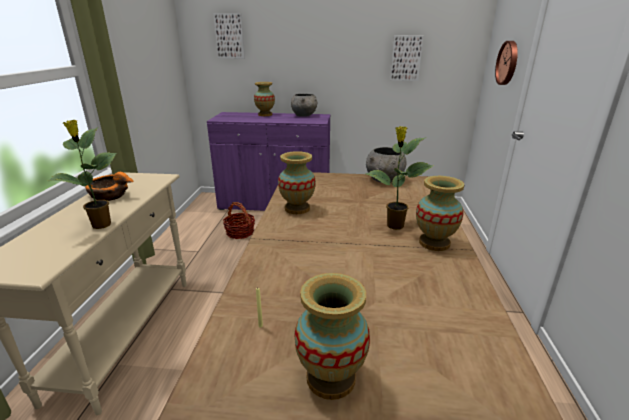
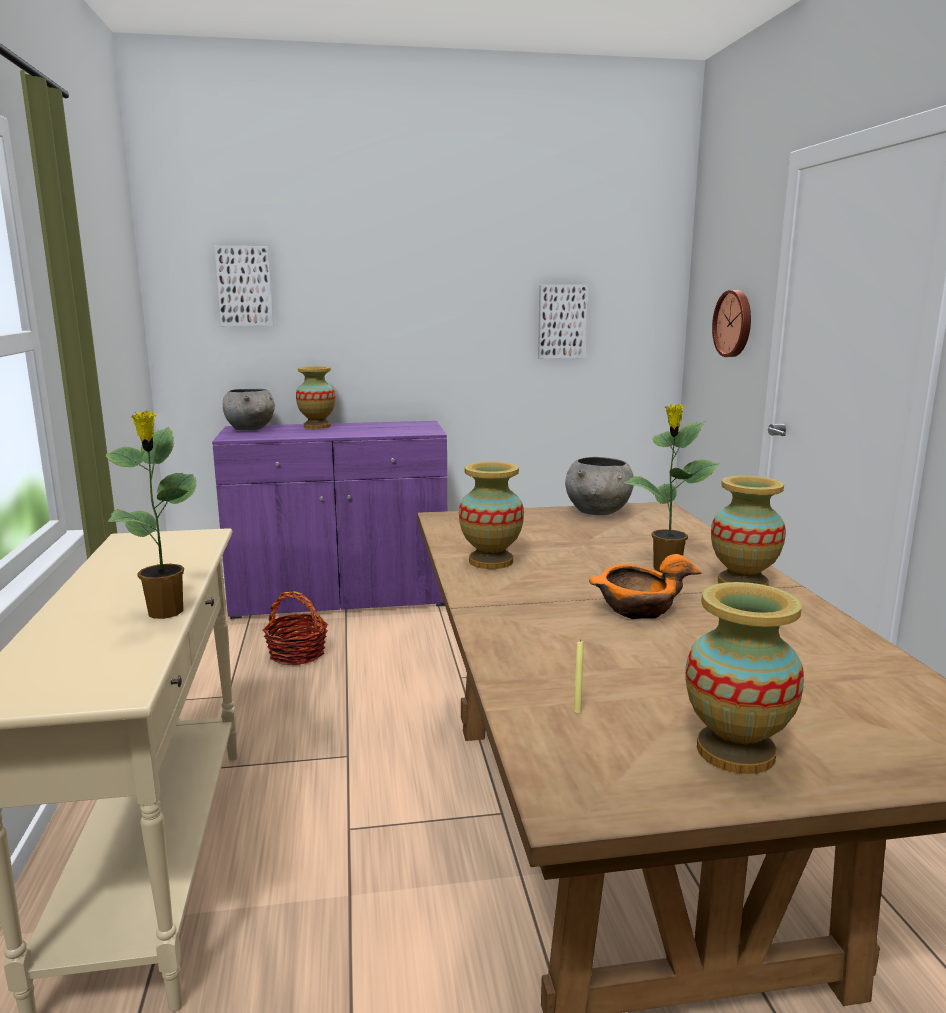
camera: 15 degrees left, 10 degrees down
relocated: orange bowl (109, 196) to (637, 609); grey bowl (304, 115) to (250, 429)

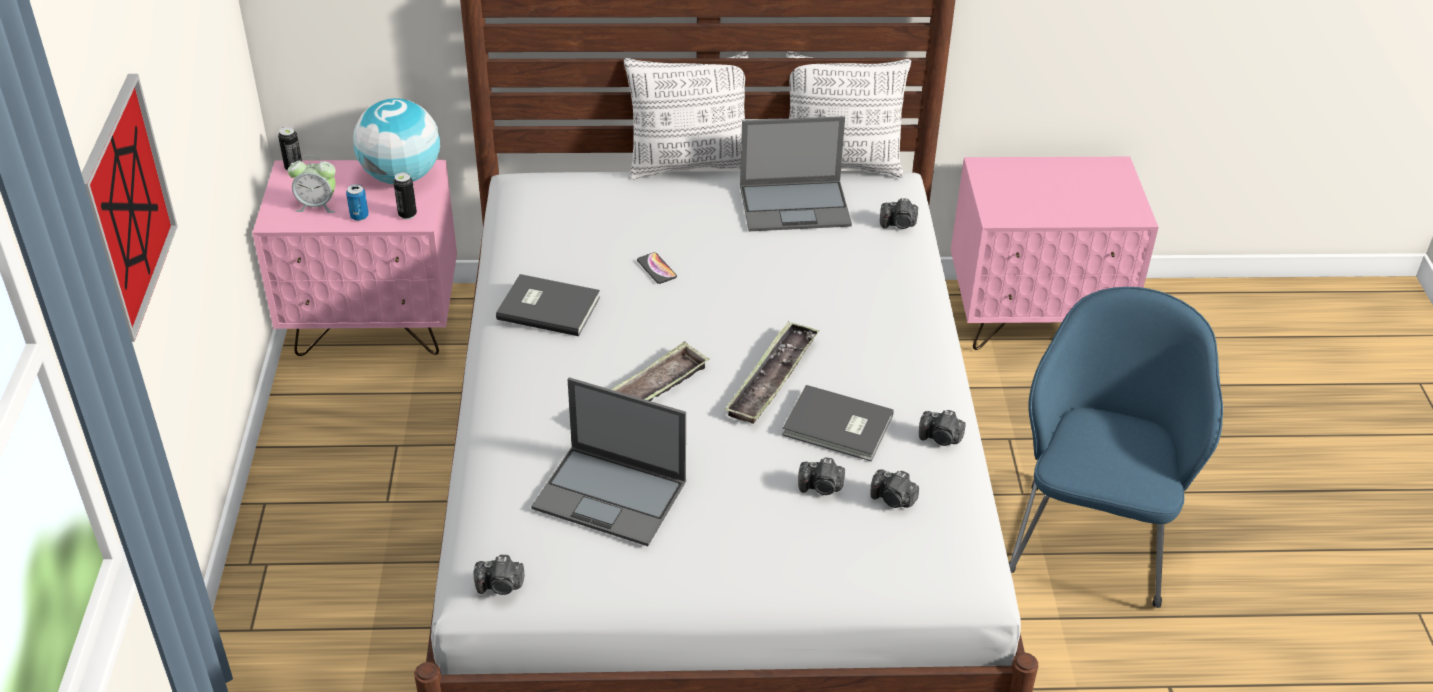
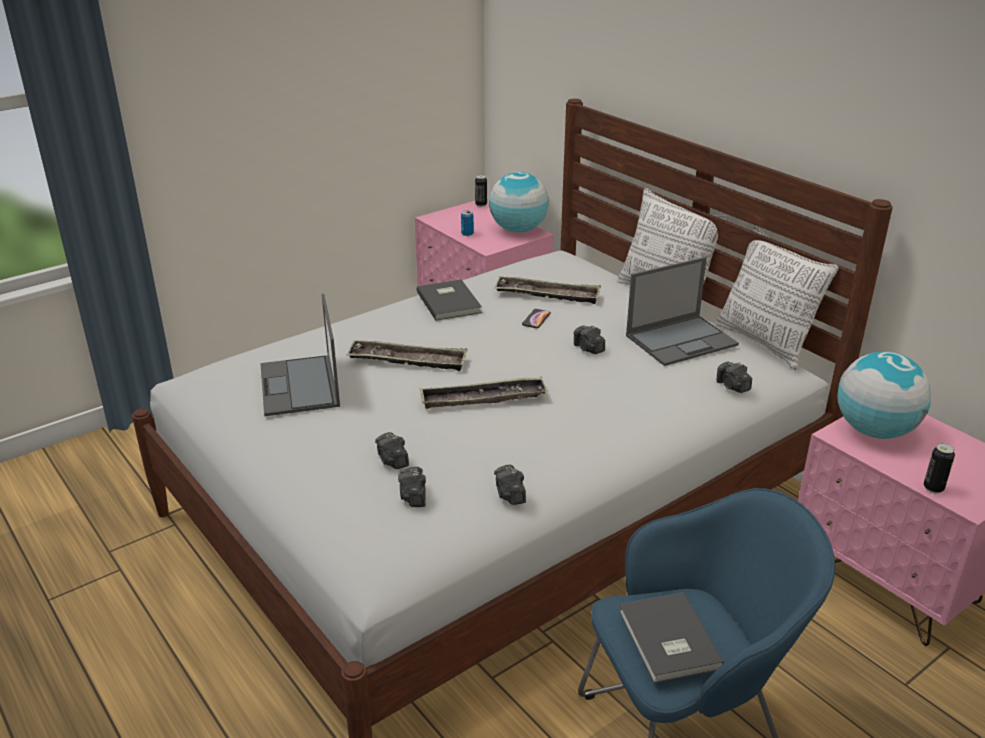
camera: 55 degrees right, 10 degrees down
missing: picture (126, 206); alarm clock (317, 205)
appeared: tray (547, 295); globe (874, 431)
relocated: can (407, 214) to (933, 488); photo camera (500, 586) to (588, 348); grey book (838, 428) to (667, 640)
spun: laptop (796, 205) = (682, 340) 75 degrees counterclockwise

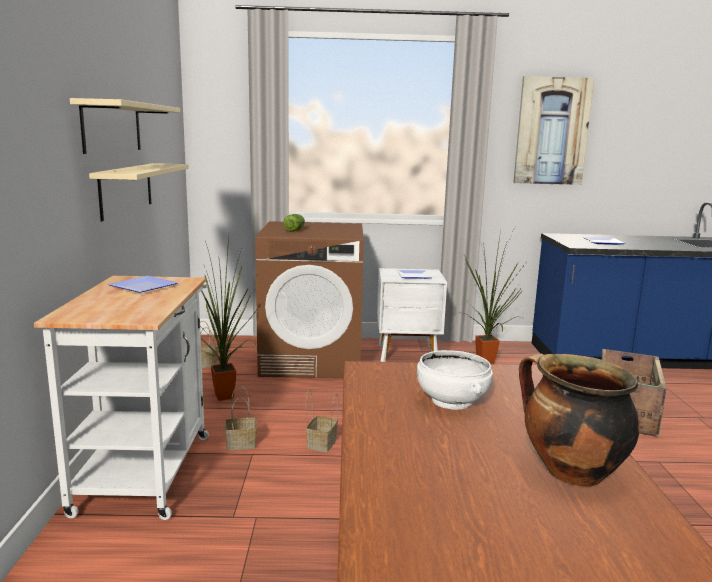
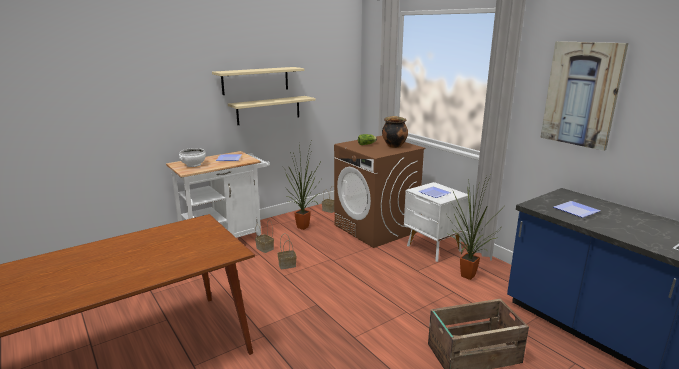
camera: 55 degrees right, 5 degrees up
relocated: white bowl (451, 401) to (193, 165); cooking pot (569, 472) to (394, 146)

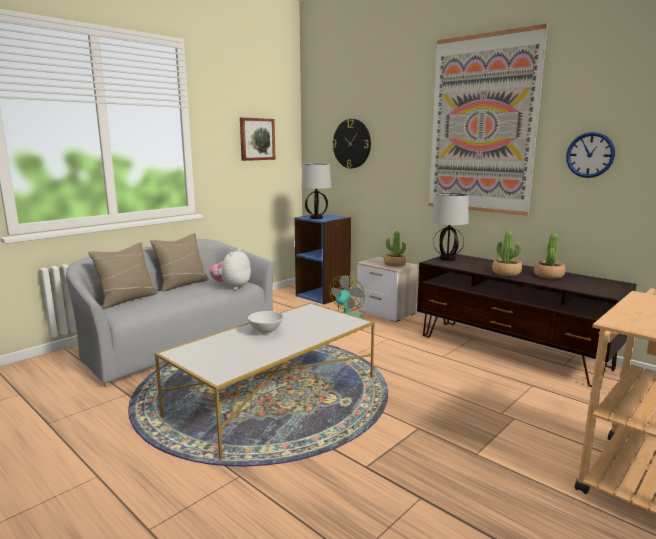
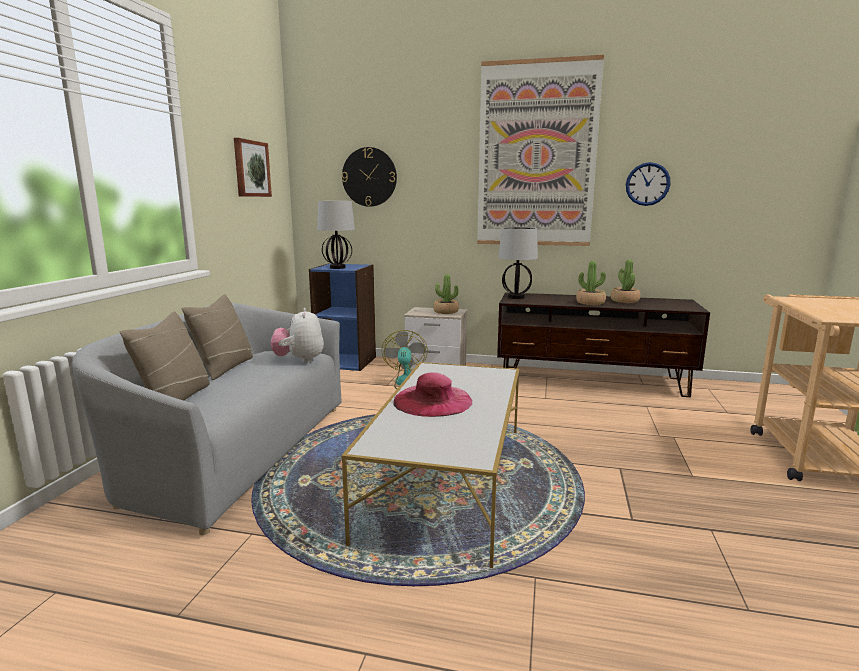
camera: 30 degrees left, 0 degrees up
exchanged: white bowl (265, 332) to pink hat (432, 400)

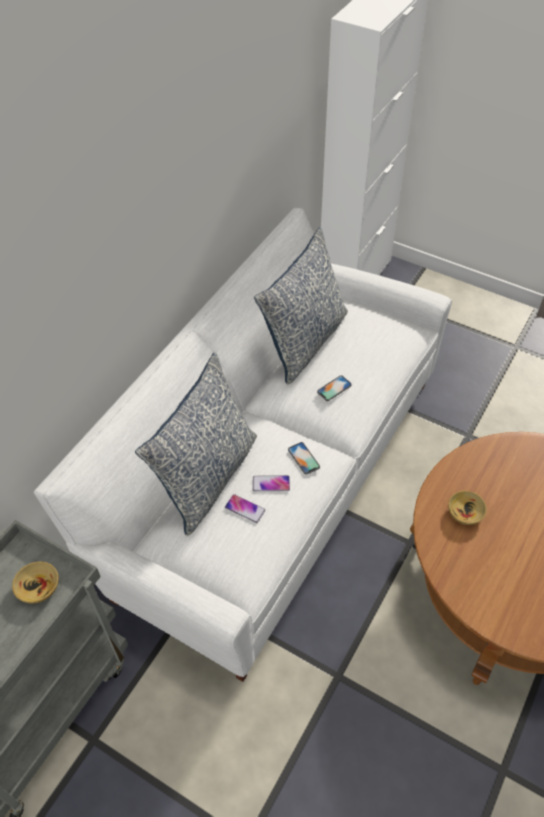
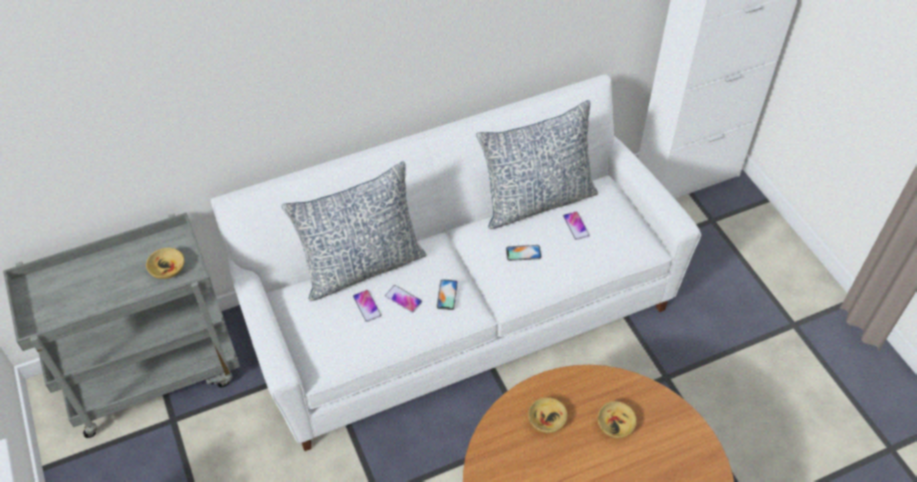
camera: 35 degrees right, 0 degrees up
appeared: phone (576, 226); beige bowl (616, 424)

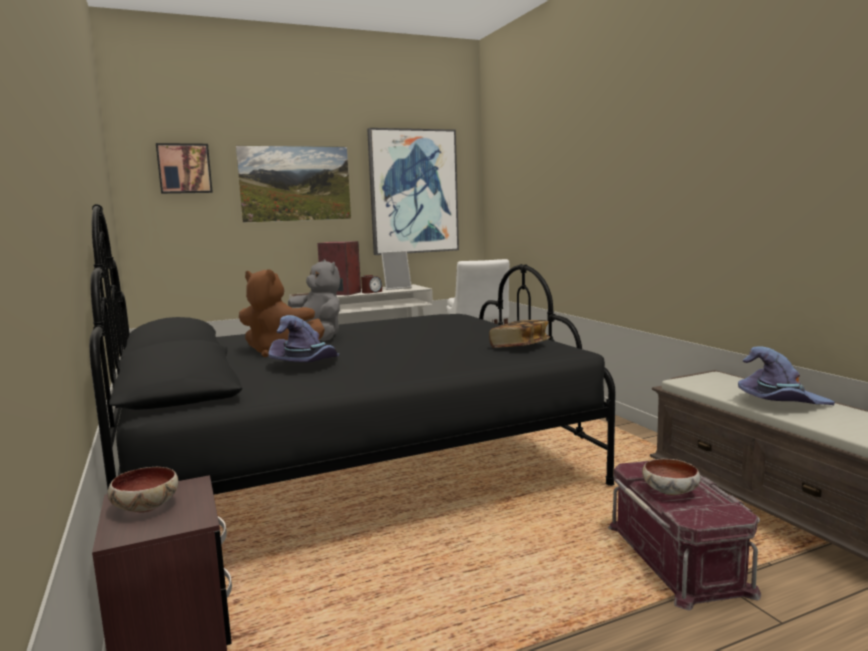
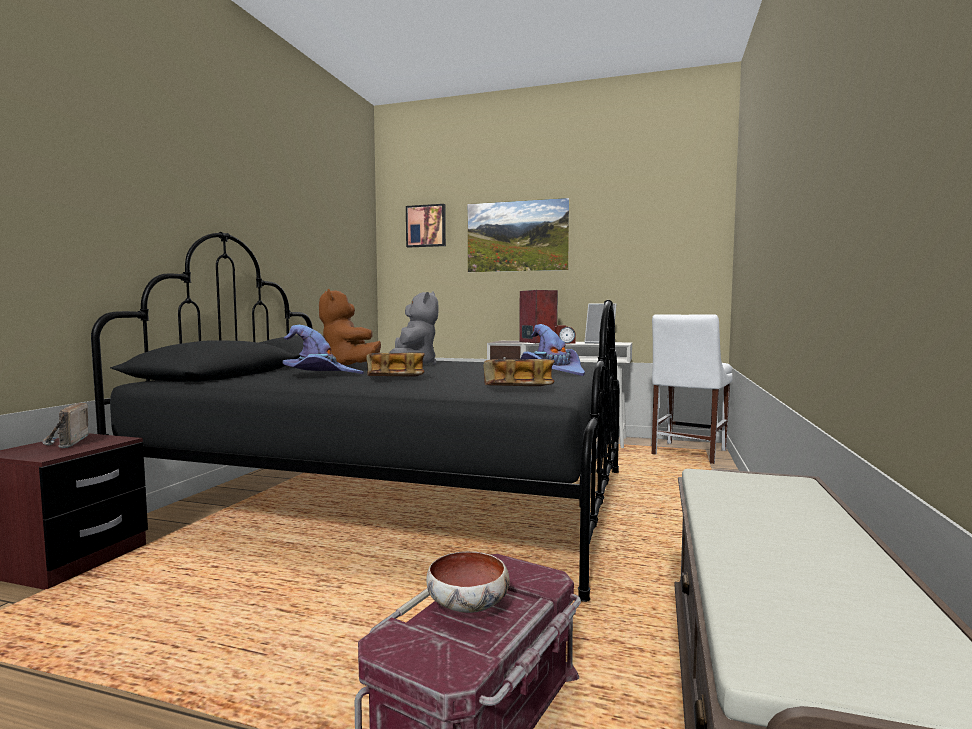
camera: 40 degrees right, 5 degrees down
missing: picture (413, 192)
appeared: book (395, 378)
relocated: purple hat (780, 403) to (553, 372)
exchanged: bowl (145, 507) to radio (64, 443)

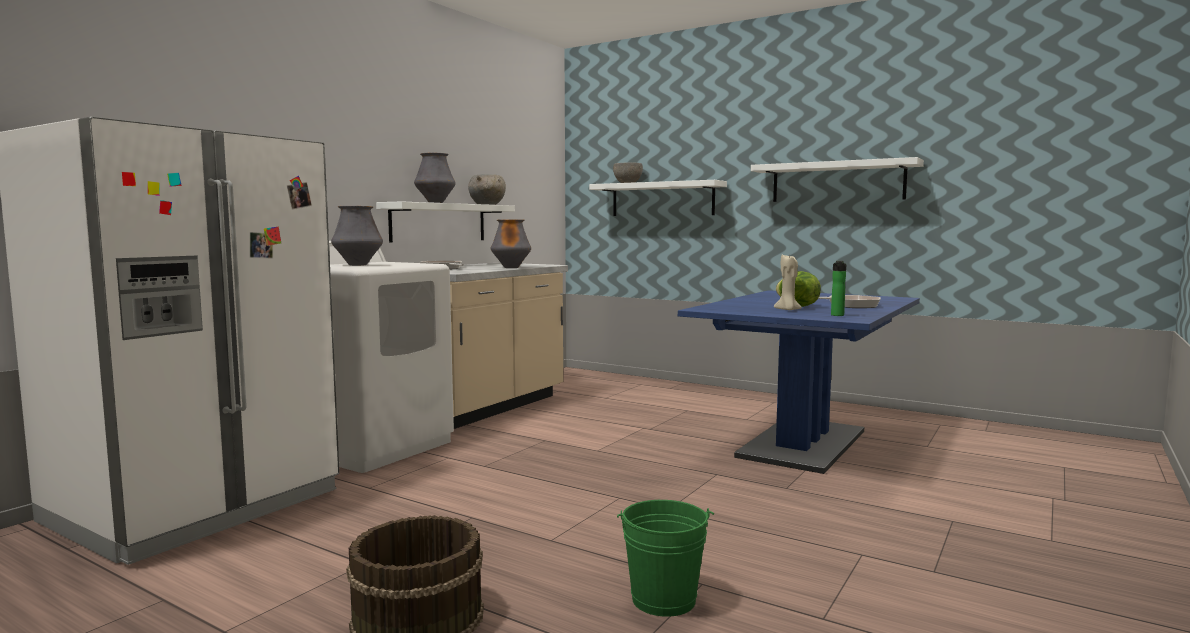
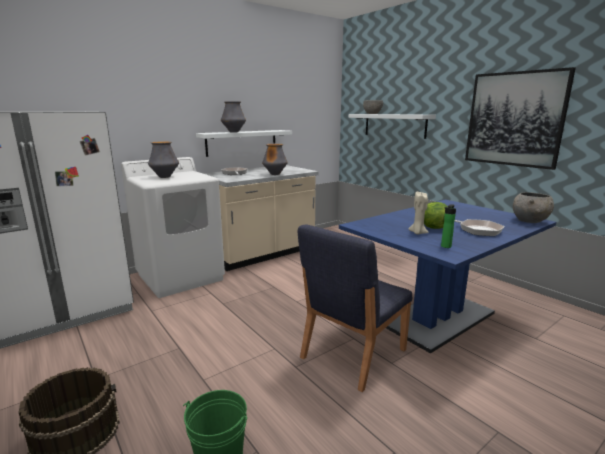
camera: 20 degrees right, 10 degrees up
appeared: blue chair (352, 354)
relocated: grey bowl (487, 204) to (530, 221)
exchanged: white shelf (837, 182) to picture (514, 119)

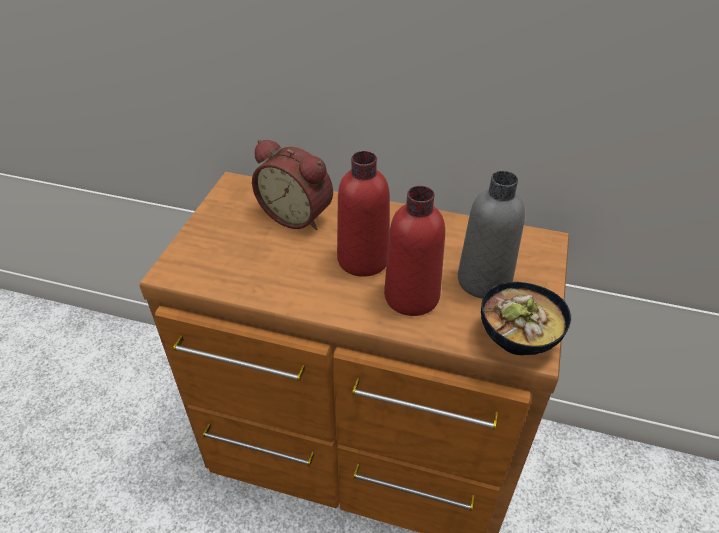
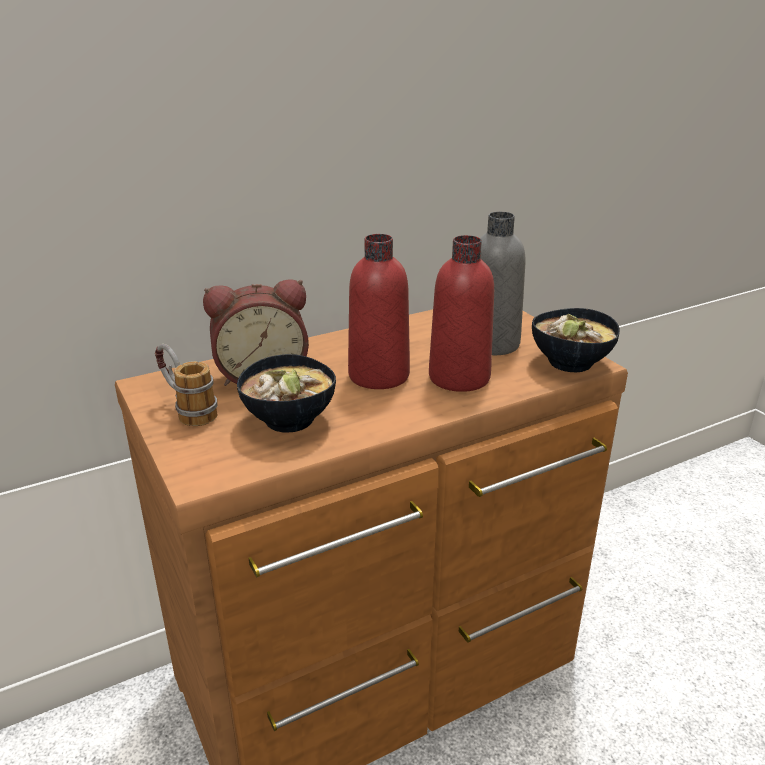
camera: 45 degrees left, 15 degrees down
appeared: mug (187, 410); bowl (288, 421)

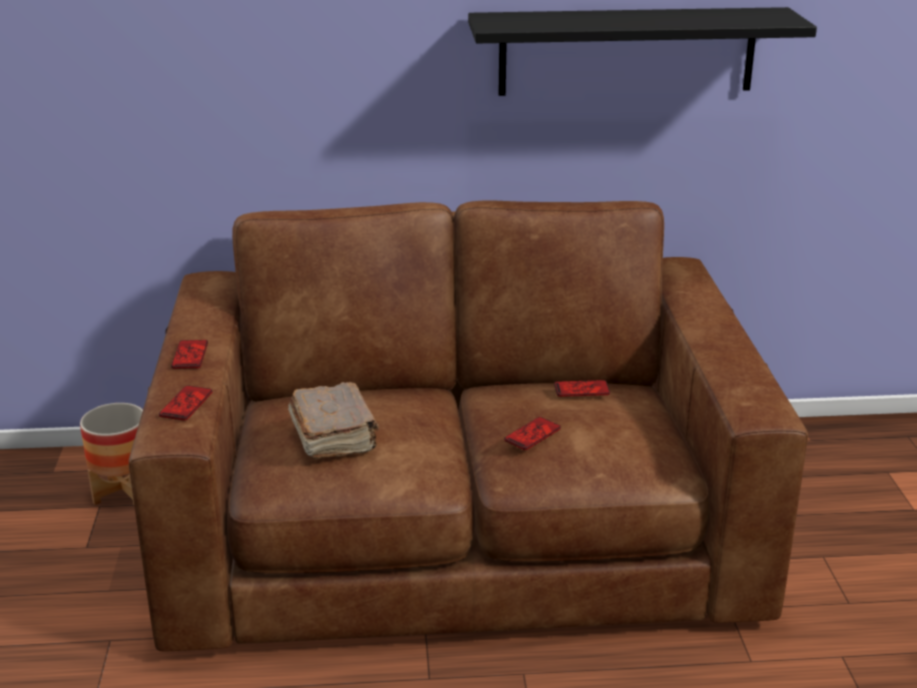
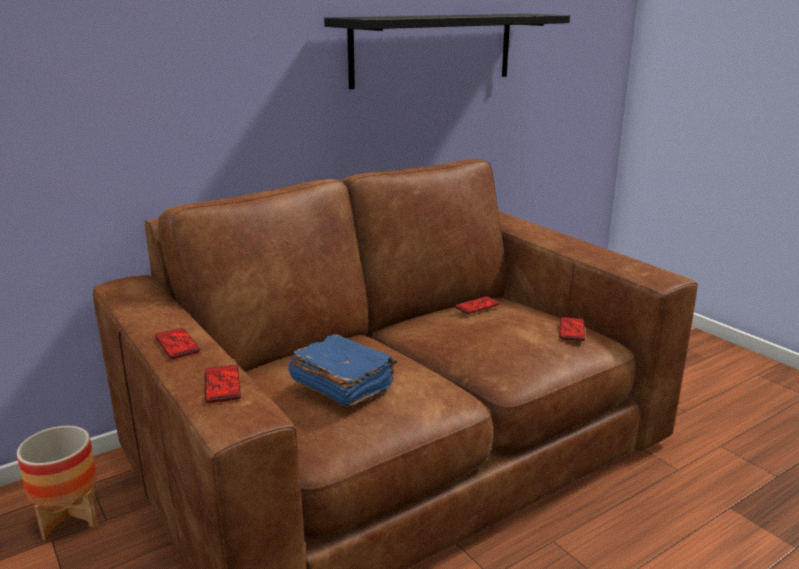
camera: 30 degrees left, 5 degrees down
relocated: phone (532, 434) to (571, 330)
colour: brown book (334, 436) to blue book (342, 385)

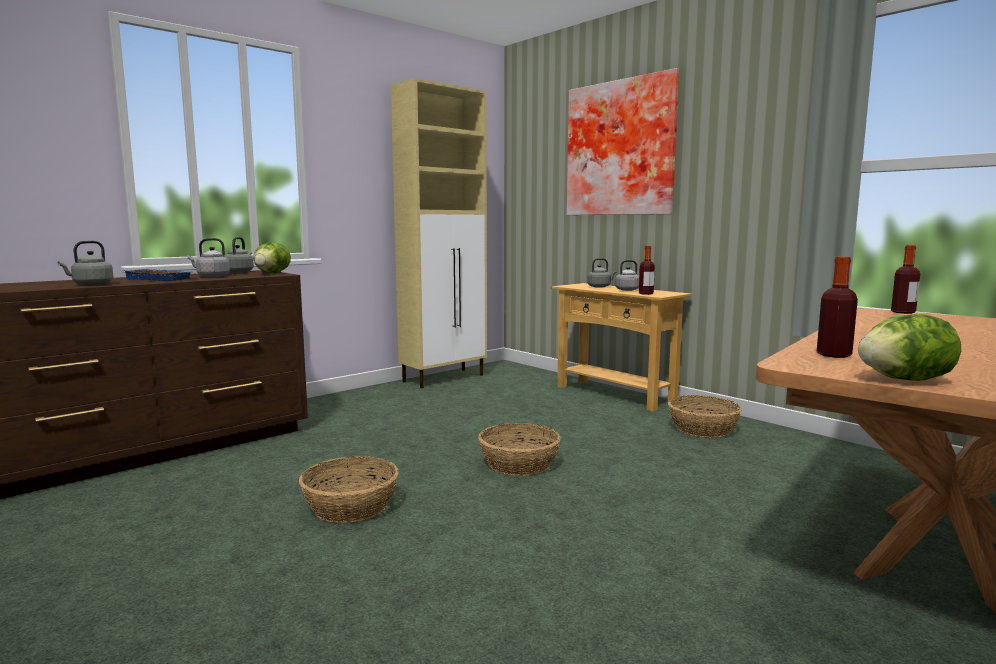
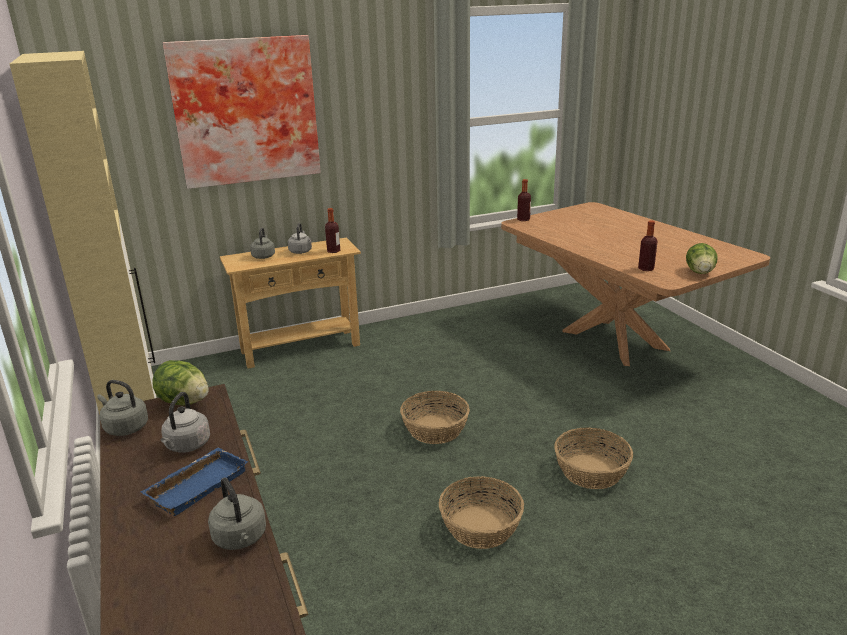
camera: 70 degrees left, 15 degrees up
relocated: basket (703, 429) to (591, 471)

